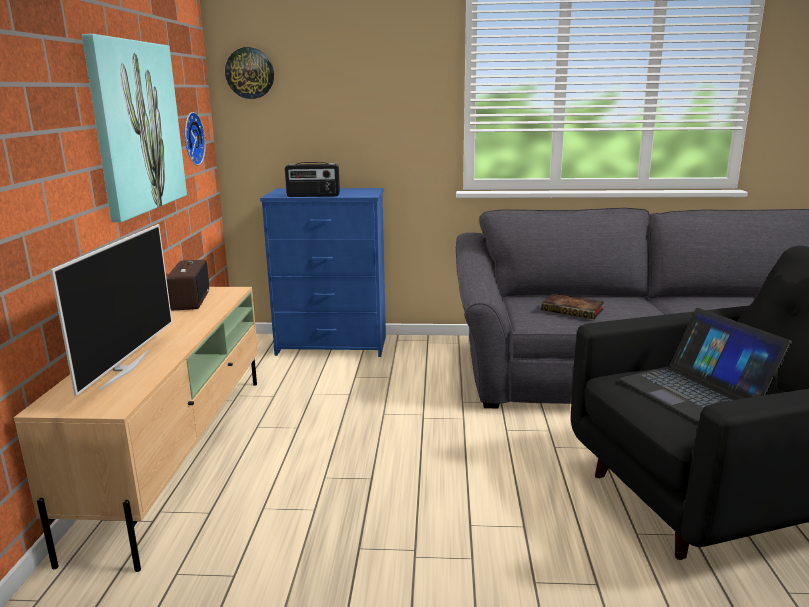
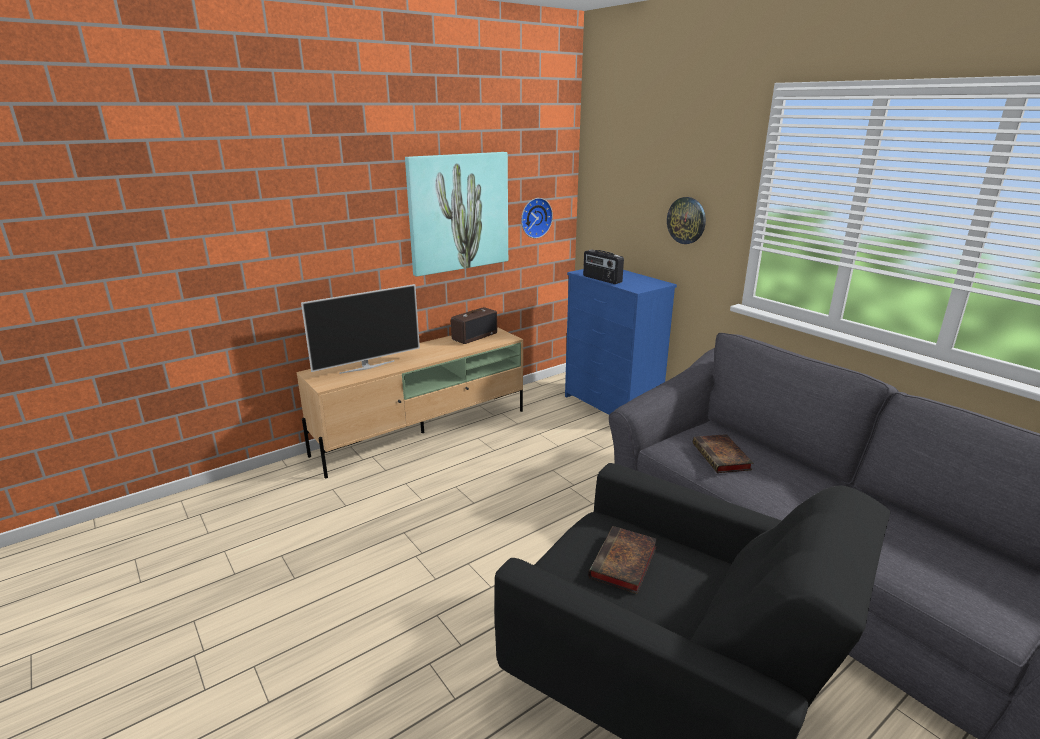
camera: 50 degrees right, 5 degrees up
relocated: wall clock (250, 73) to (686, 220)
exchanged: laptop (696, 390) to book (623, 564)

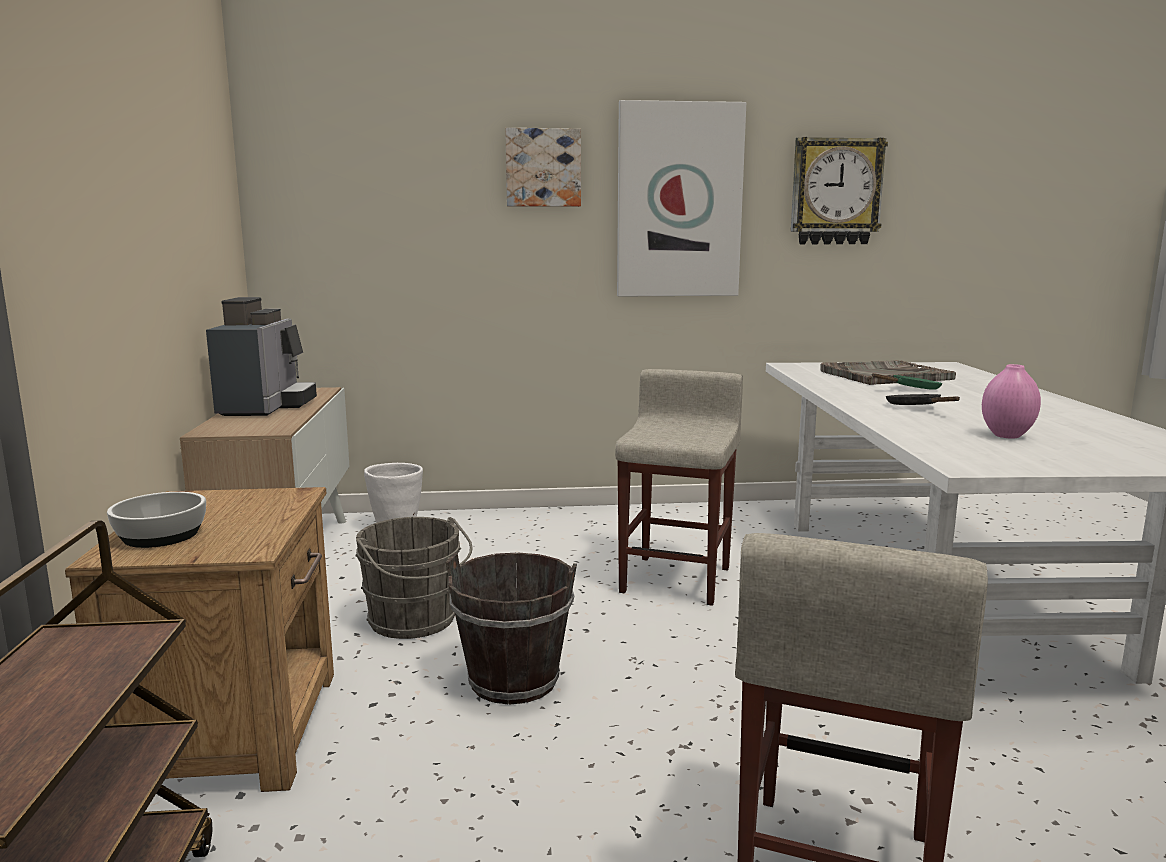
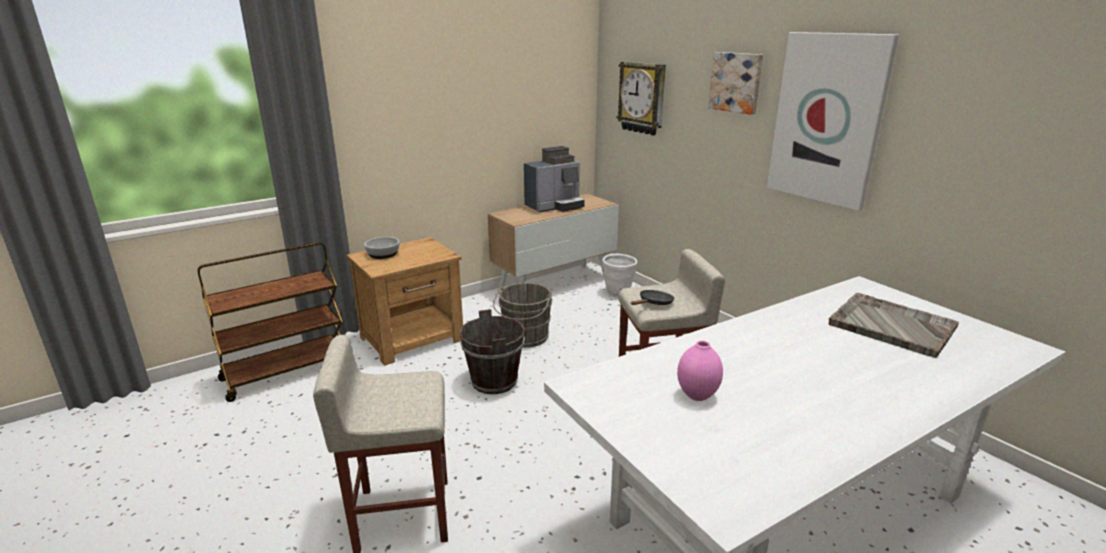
camera: 60 degrees right, 10 degrees up
missing: green frying pan (912, 389)
relocated: wall clock (835, 192) to (642, 98); black frying pan (916, 407) to (654, 303)

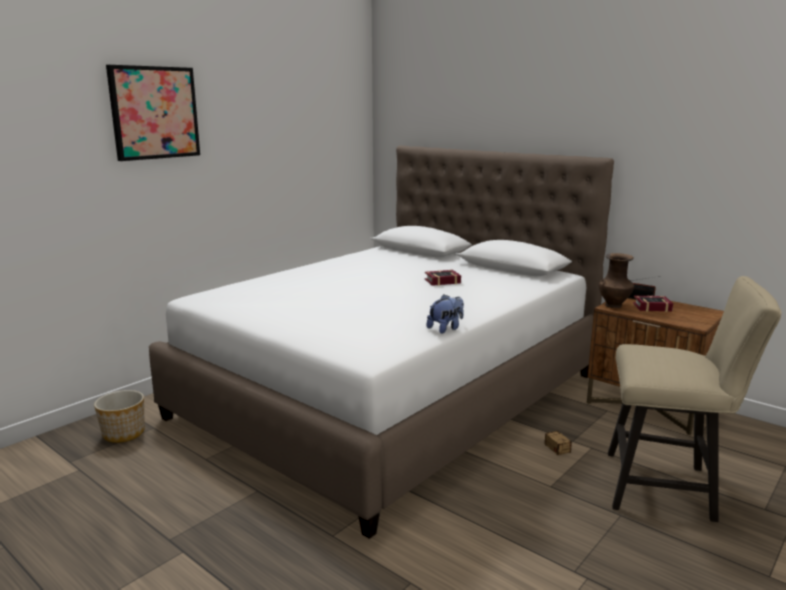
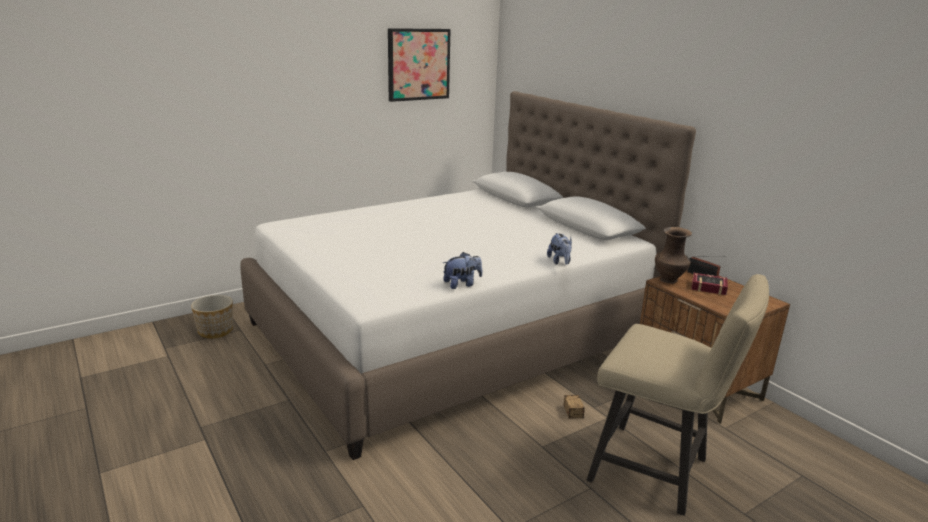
camera: 15 degrees right, 5 degrees up
missing: book (440, 281)
appeared: plush toy (560, 262)
relocated: picture (154, 113) to (418, 64)

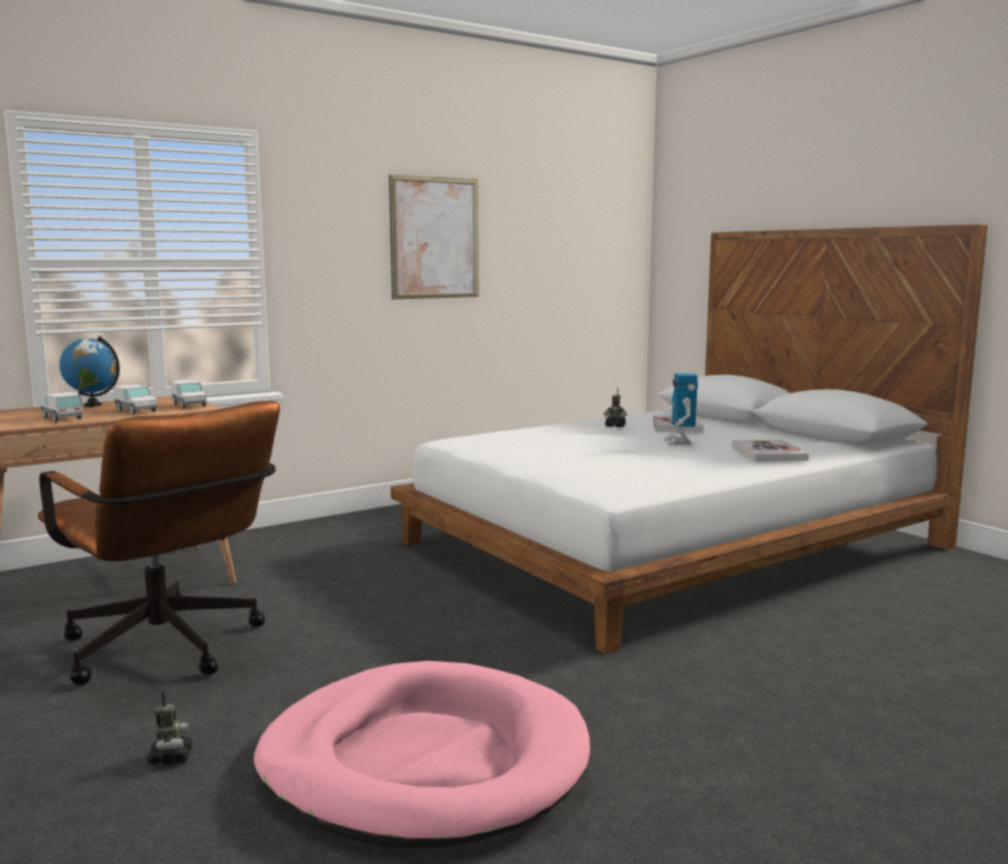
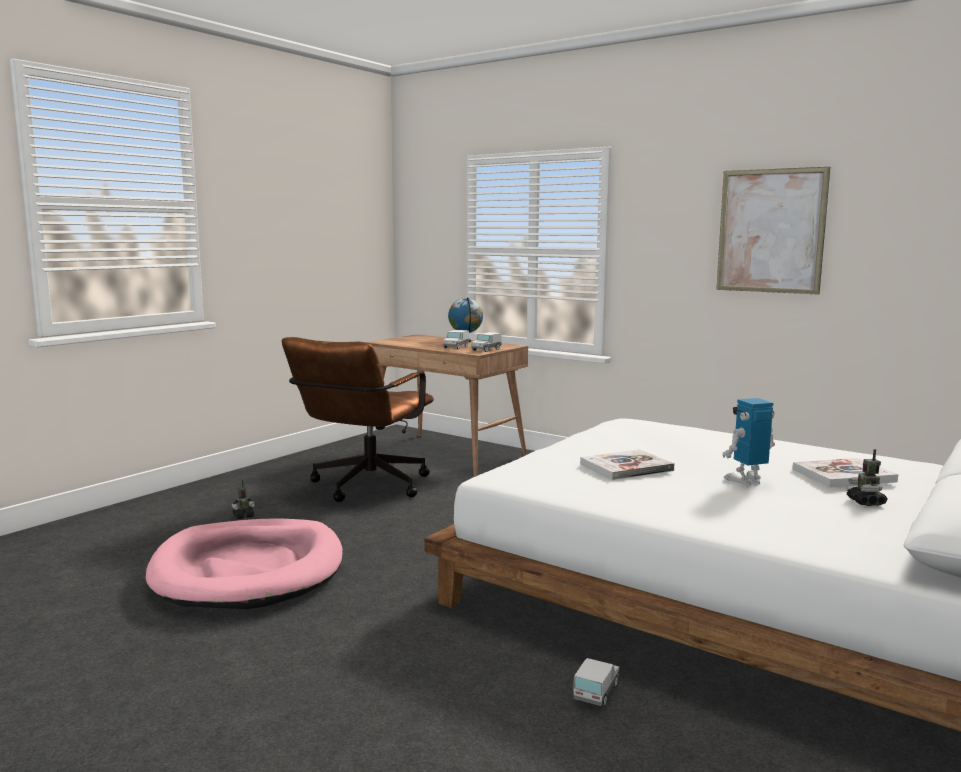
camera: 70 degrees right, 0 degrees up
relocated: toy truck (62, 418) to (596, 692); toy robot (615, 426) to (866, 502); book (768, 453) to (626, 467)

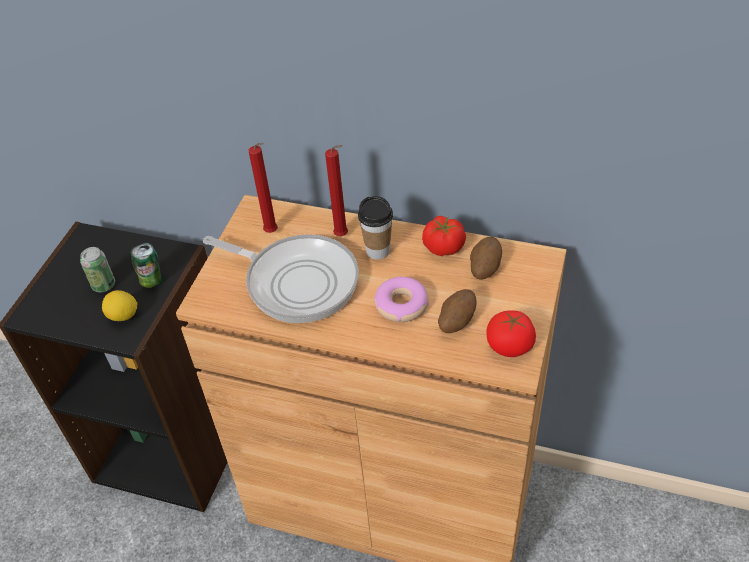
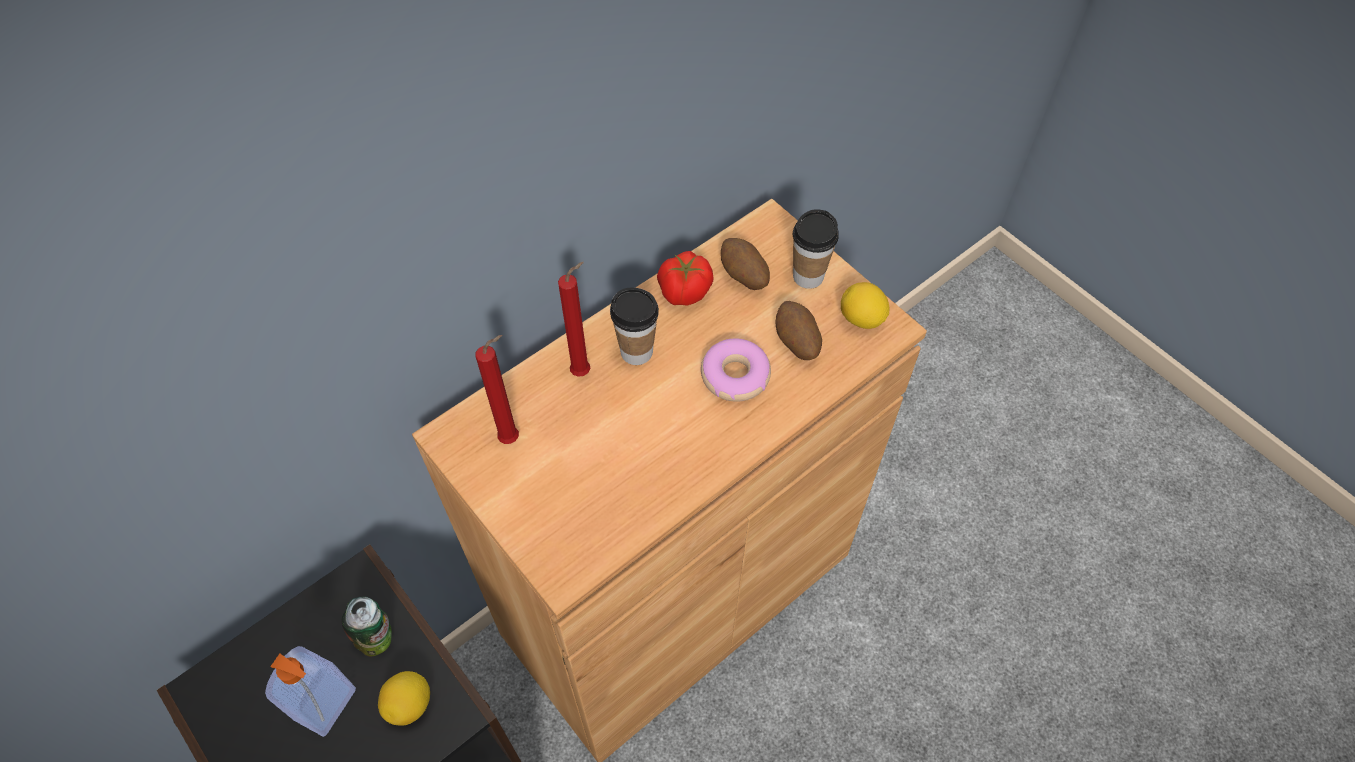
camera: 60 degrees left, 10 degrees up
missing: frying pan (296, 281)
appeared: cup (808, 276)
exchanged: can (104, 285) to soap dispenser (327, 705); tomato (509, 346) to lemon (861, 319)

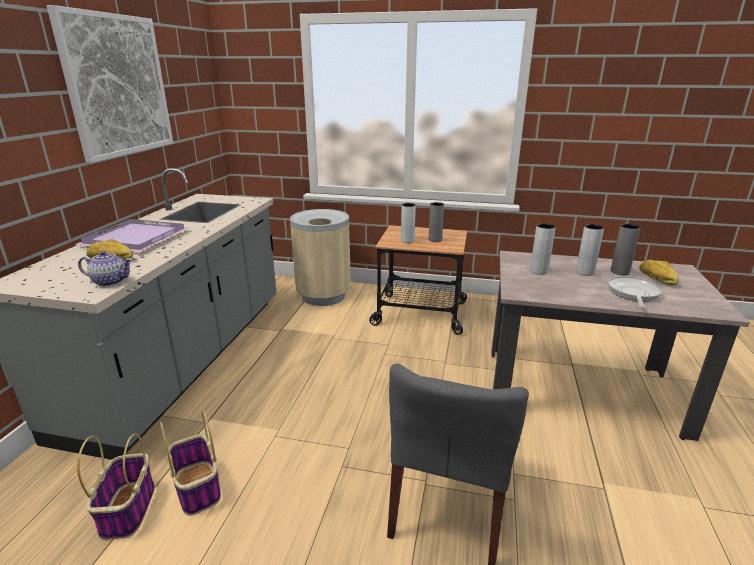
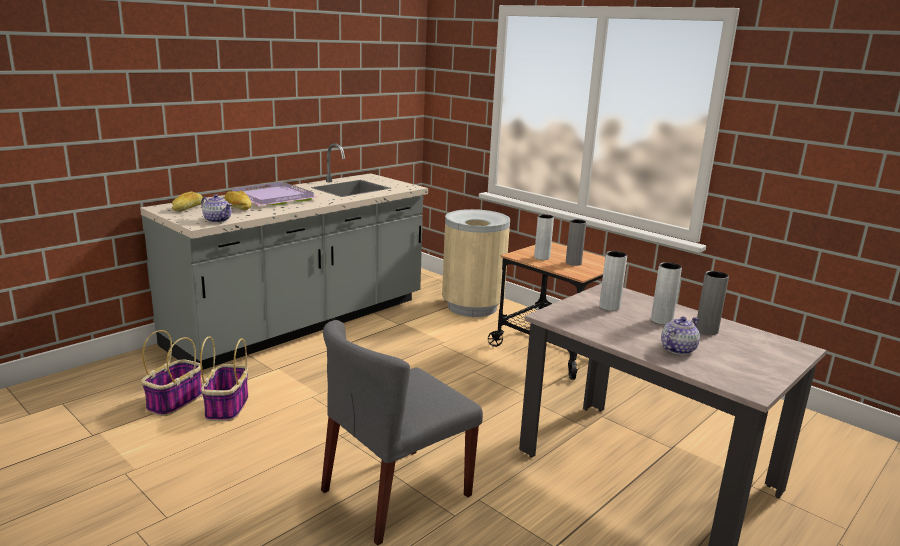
camera: 30 degrees right, 5 degrees down
missing: picture (118, 86)
relocated: bread (656, 279) to (188, 208)
exchanged: frying pan (633, 293) to teapot (677, 349)

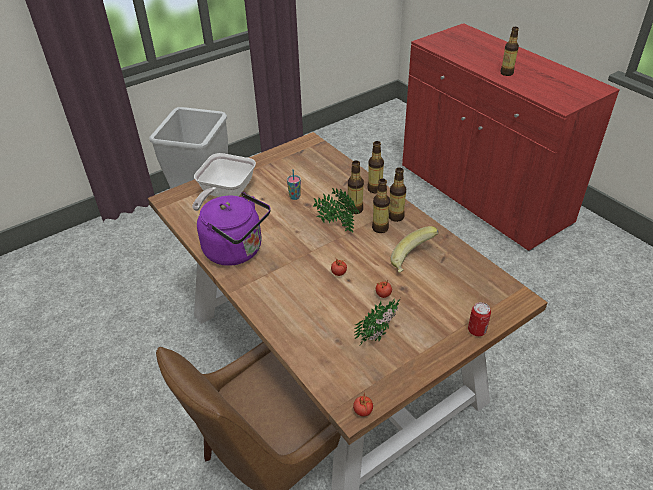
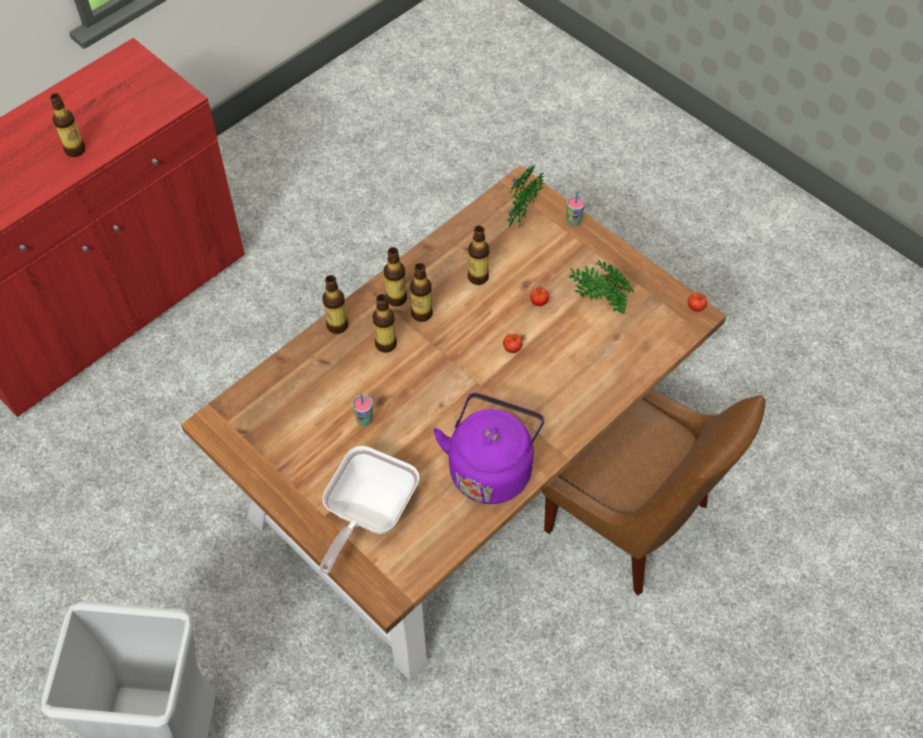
camera: 100 degrees left, 15 degrees up
relocated: potted plant (336, 225) to (520, 215)
exchanged: banana (413, 261) to bottle (478, 277); can (477, 330) to cup (573, 221)
spun: frying pan (224, 194) = (367, 514) 105 degrees clockwise

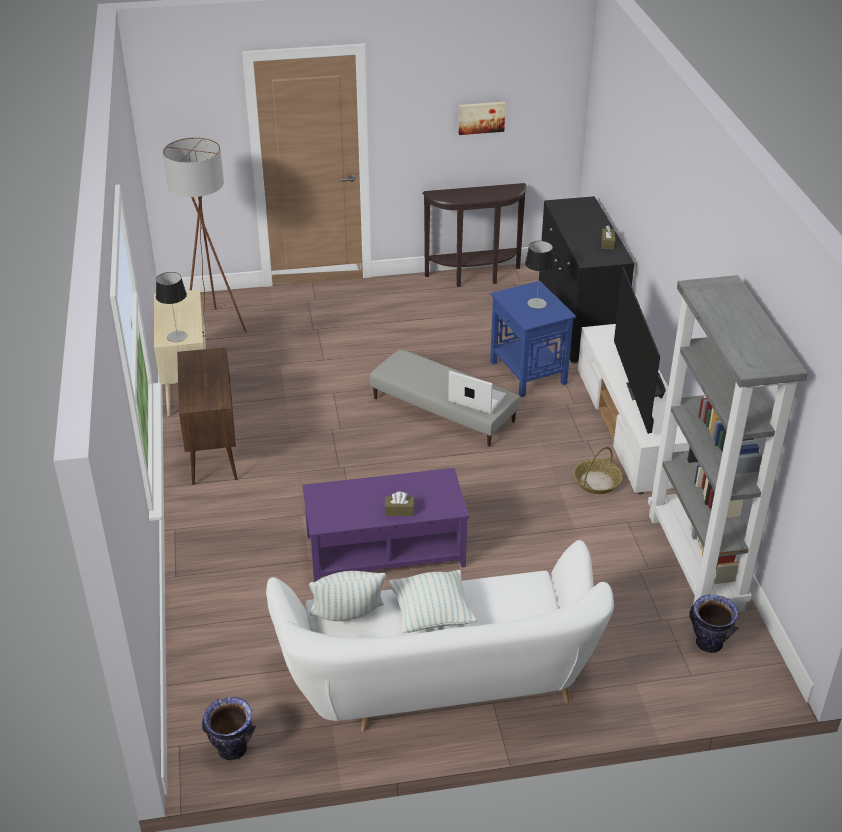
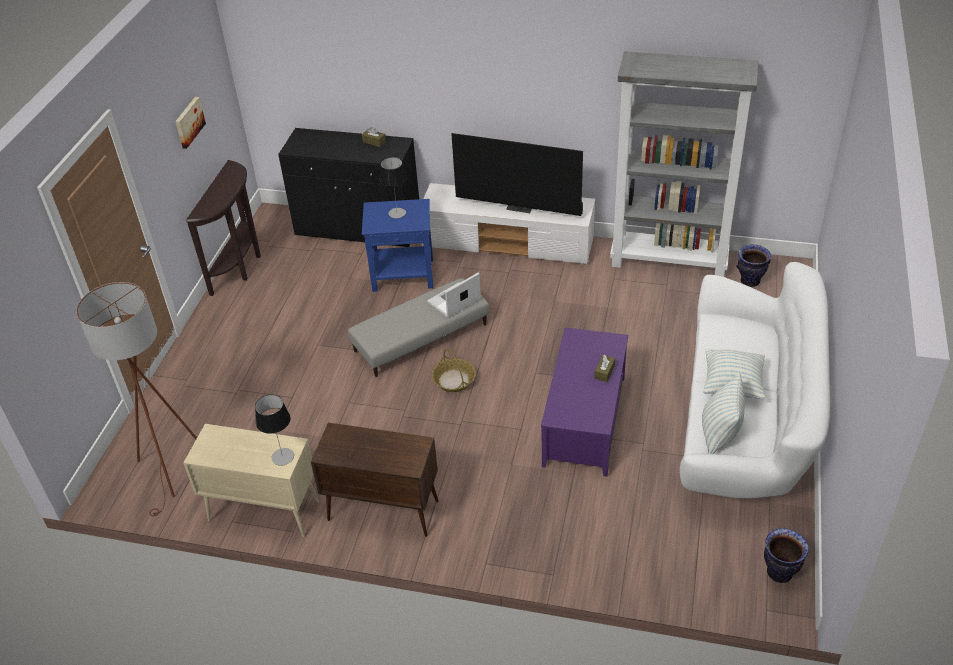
camera: 65 degrees left, 5 degrees up
relocated: basket (596, 482) to (454, 380)

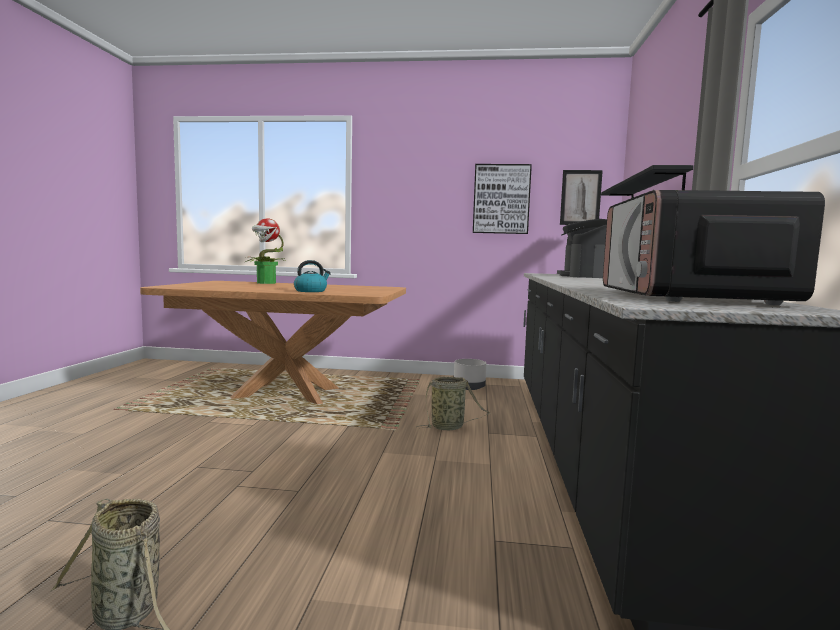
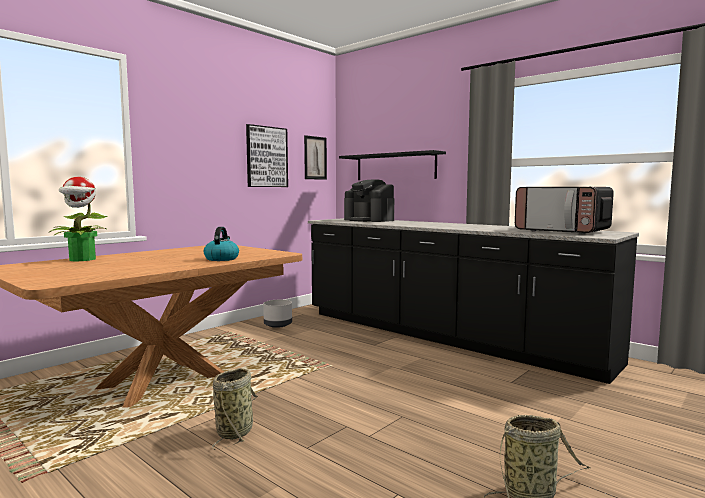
camera: 55 degrees left, 0 degrees up
relocated: basket (449, 427) to (236, 431)

